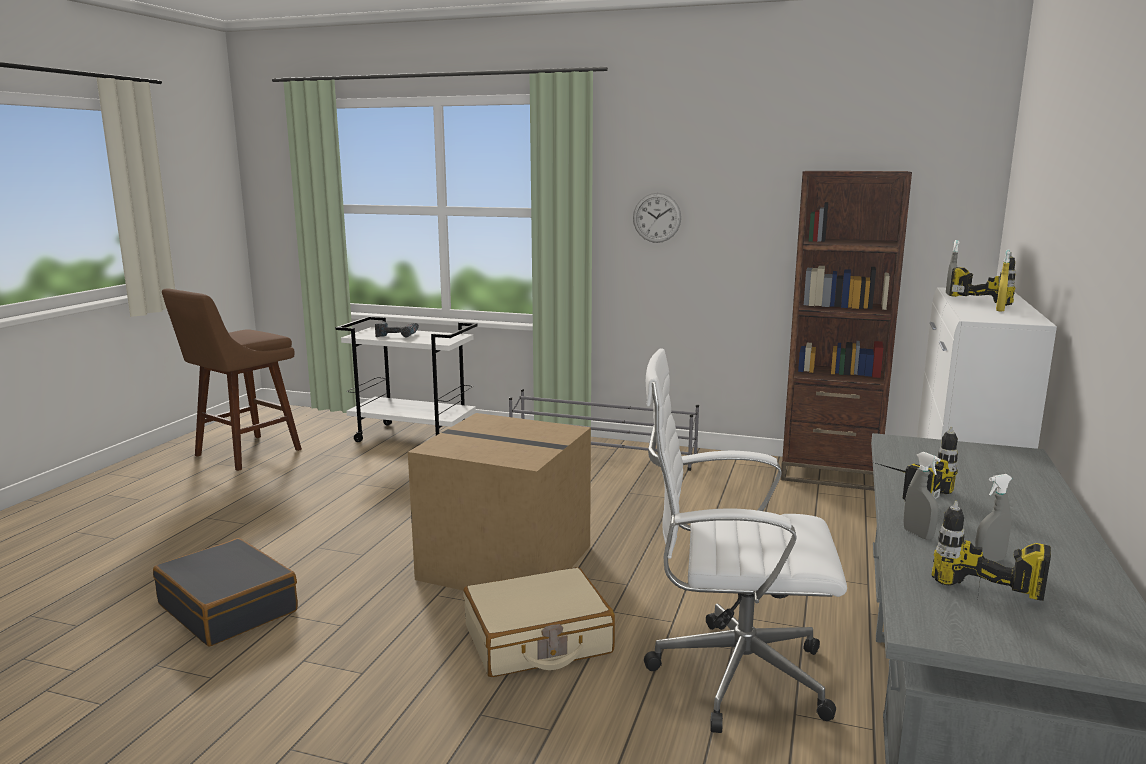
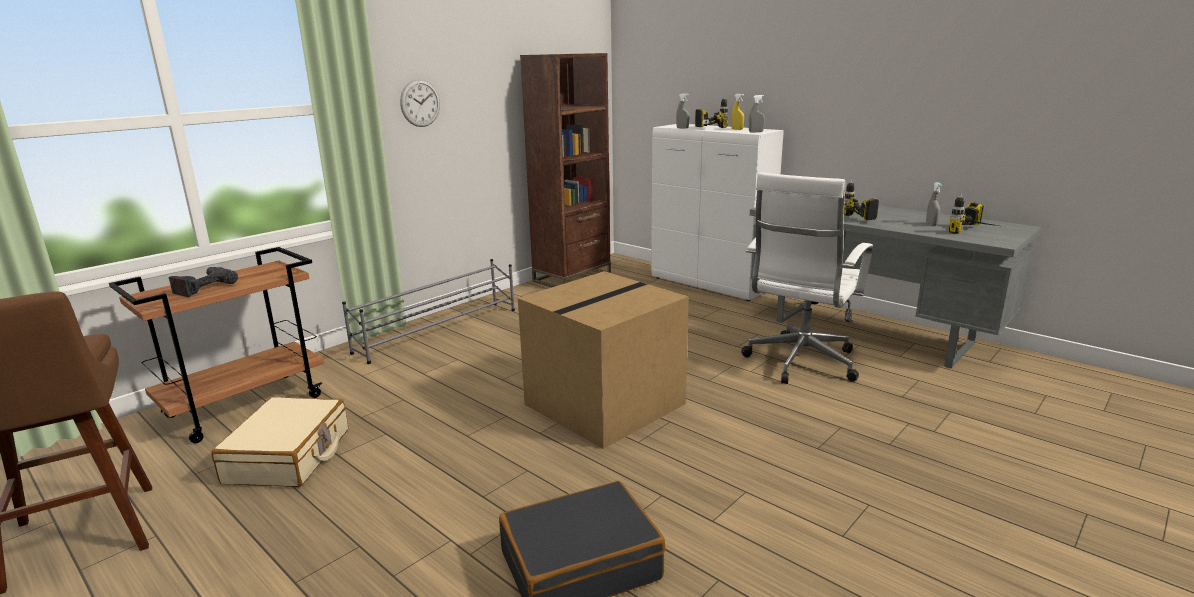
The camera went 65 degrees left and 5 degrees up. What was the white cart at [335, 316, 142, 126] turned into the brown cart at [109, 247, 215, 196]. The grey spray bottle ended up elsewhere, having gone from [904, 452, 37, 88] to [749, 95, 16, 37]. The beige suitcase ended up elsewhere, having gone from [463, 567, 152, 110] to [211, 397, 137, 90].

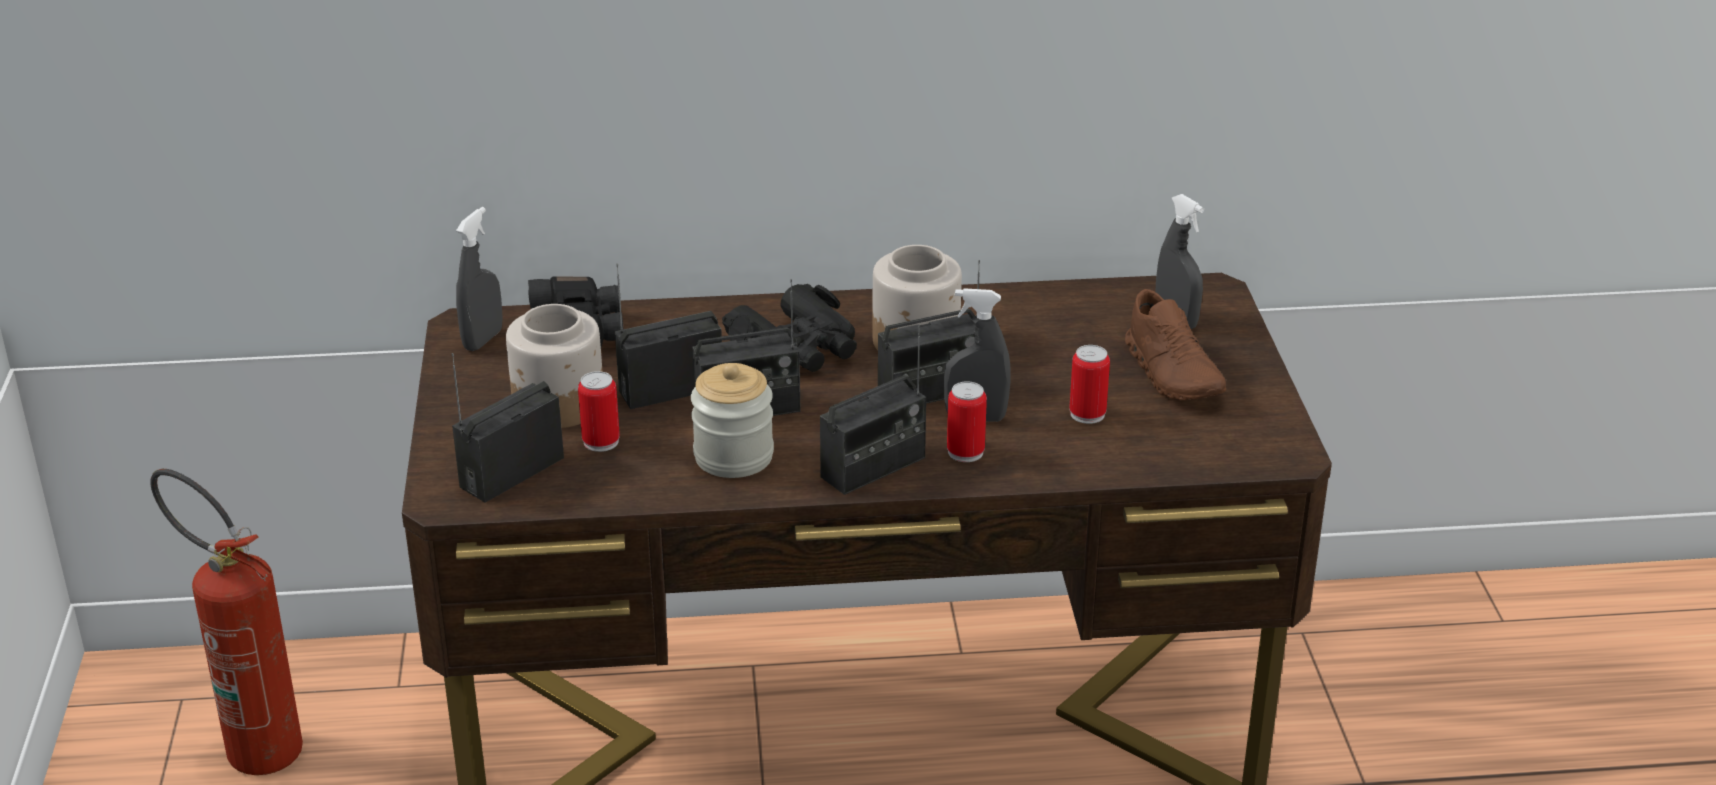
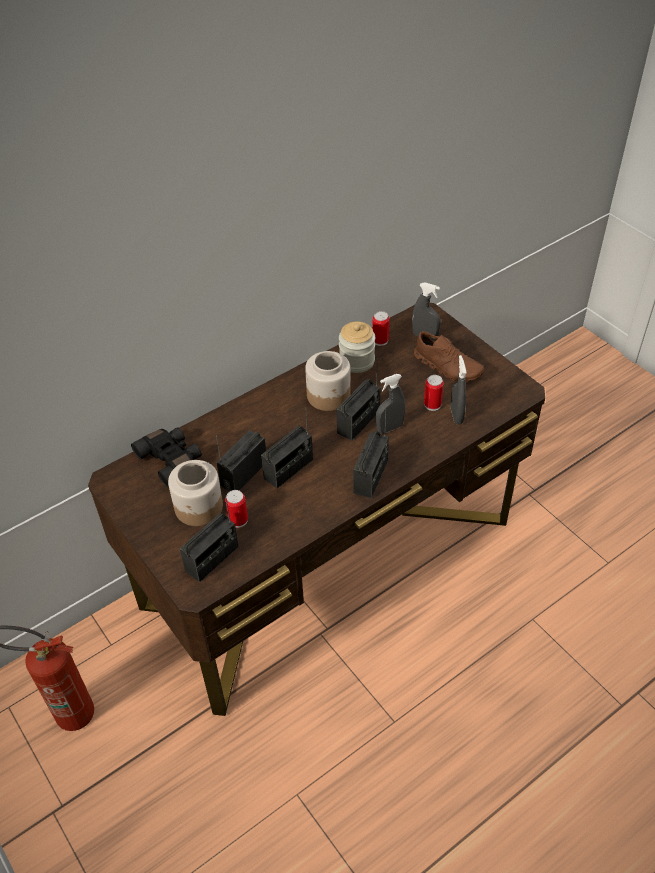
The camera went 30 degrees left and 15 degrees up. The grey spray bottle ended up elsewhere, having gone from [456, 207, 47, 144] to [451, 355, 16, 70]. The second view lost the black binoculars at [722, 284, 135, 88]. The radio at [452, 353, 112, 150] ended up facing another way, 150 degrees counterclockwise from before. The jar ended up elsewhere, having gone from [691, 363, 83, 115] to [339, 322, 36, 51]. The can ended up elsewhere, having gone from [947, 381, 40, 81] to [372, 311, 18, 35].

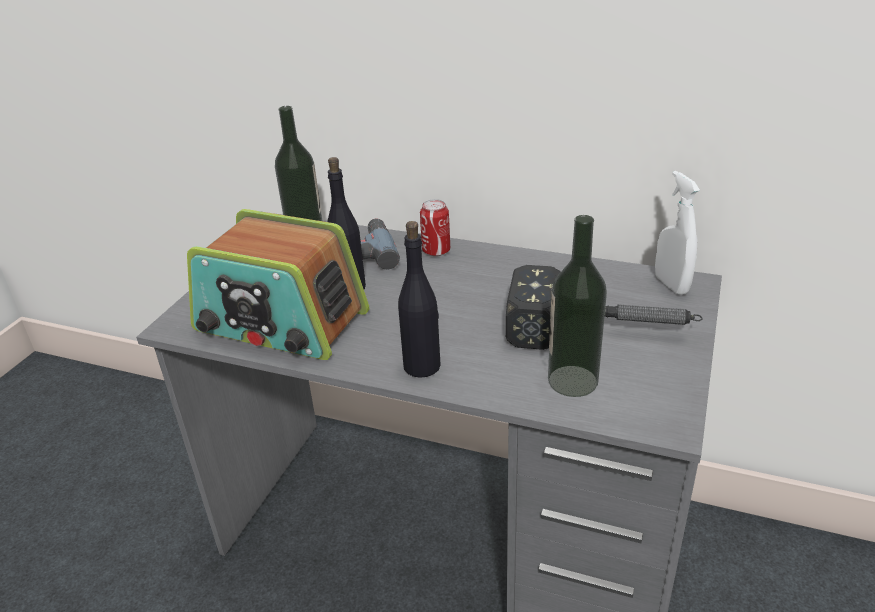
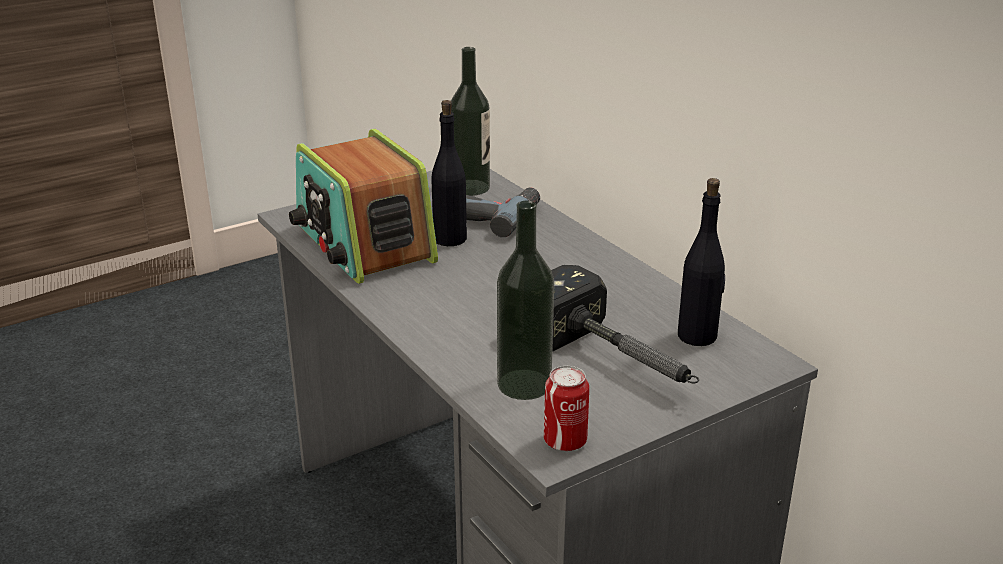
The camera went 35 degrees right and 5 degrees down. The second view lost the white spray bottle at [655, 171, 45, 124]. The can ended up elsewhere, having gone from [420, 199, 30, 57] to [544, 366, 45, 85]. The black bottle ended up elsewhere, having gone from [398, 221, 43, 157] to [678, 178, 47, 168].

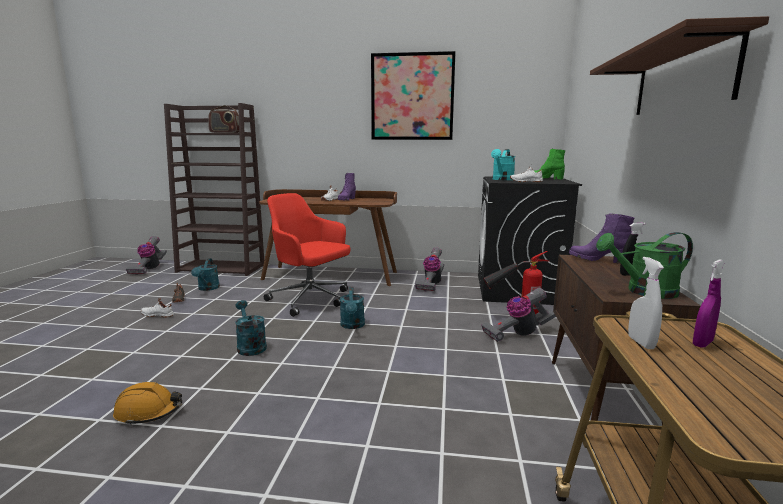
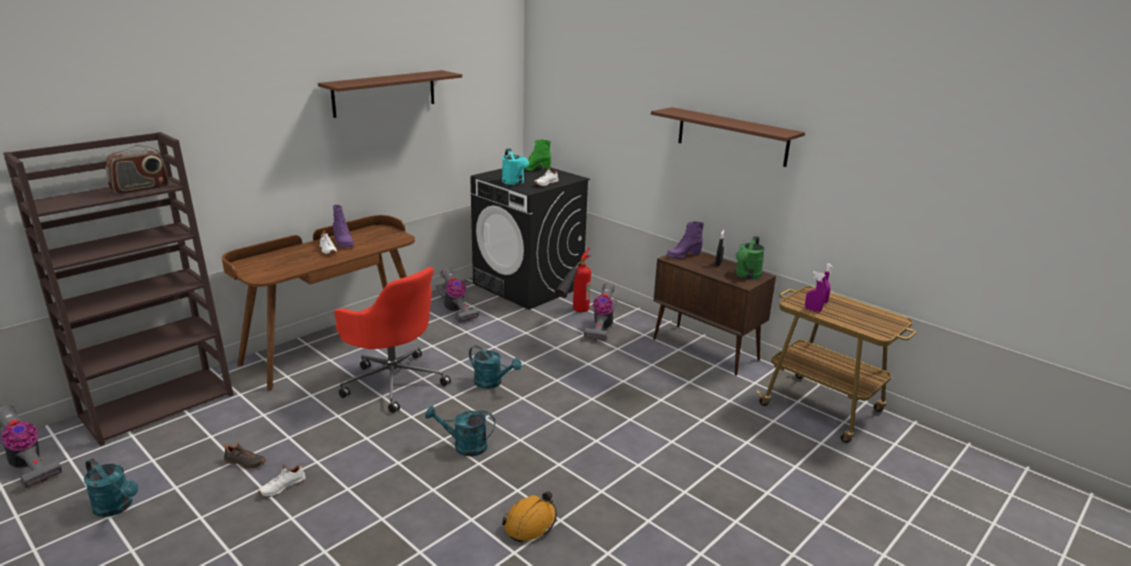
The camera went 55 degrees left and 10 degrees up. Where the picture hung at [371, 51, 85, 89], the brown shelf came to hang at [318, 70, 144, 48]. The red office chair at [264, 193, 86, 124] ended up facing another way, 120 degrees counterclockwise from before. What was the white spray bottle at [628, 257, 36, 92] turned into the purple spray bottle at [805, 271, 20, 41]. The turquoise watering can ended up elsewhere, having gone from [191, 258, 29, 33] to [84, 458, 54, 59].

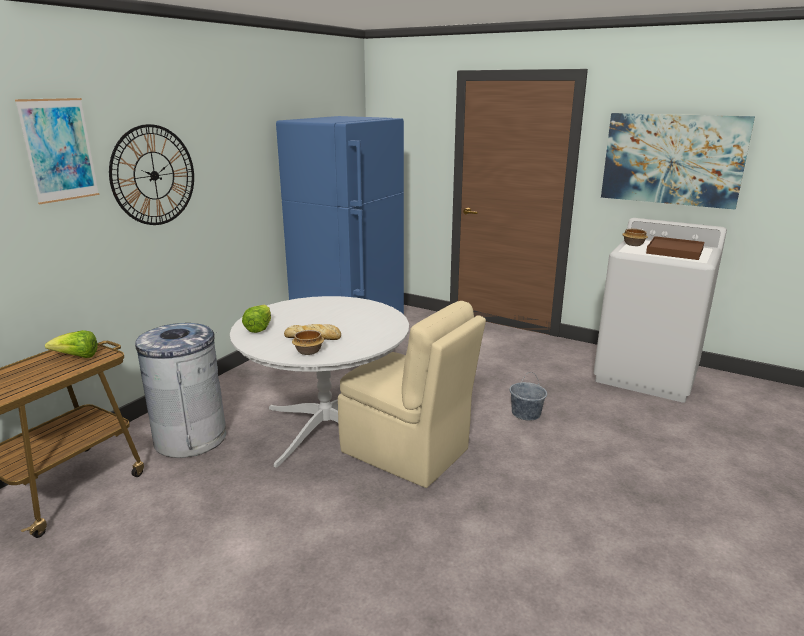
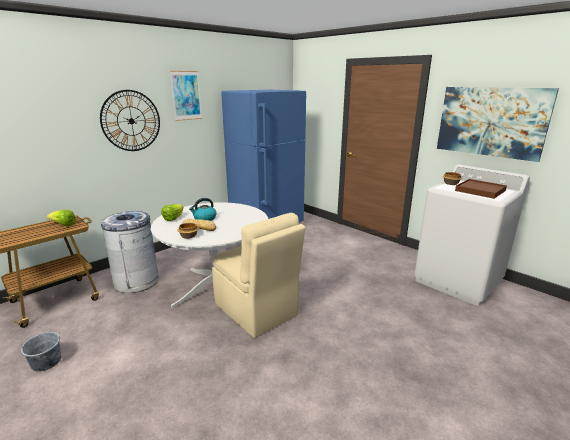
The camera went 15 degrees right and 0 degrees up. The picture ended up elsewhere, having gone from [15, 98, 84, 106] to [170, 71, 32, 50]. The grey bucket ended up elsewhere, having gone from [510, 372, 37, 49] to [21, 327, 41, 45]. The second view gained the kettle at [189, 198, 27, 23].

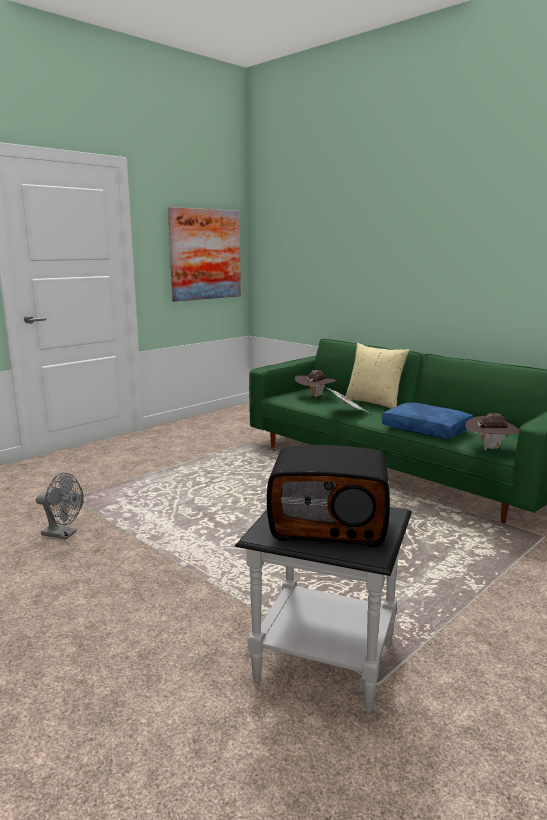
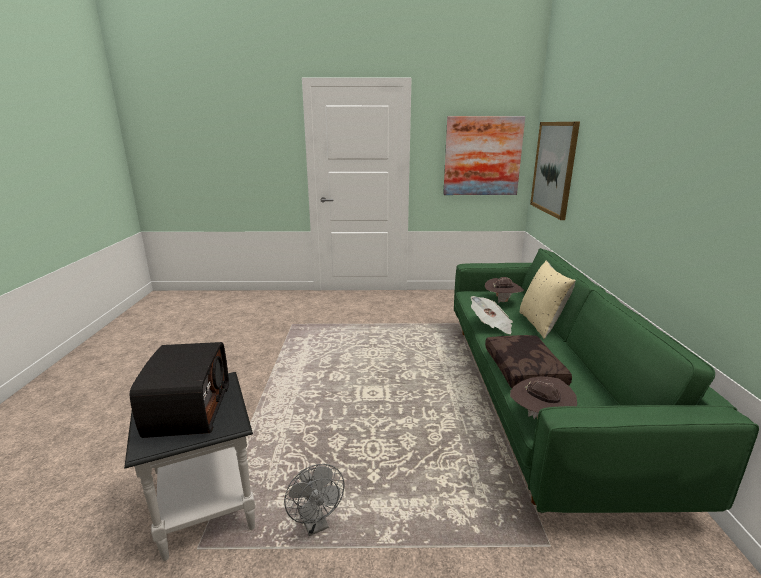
The camera went 45 degrees right and 5 degrees up. What was the blue pillow at [382, 402, 91, 37] turned into the brown pillow at [485, 335, 87, 53]. The radio at [267, 445, 123, 102] ended up facing another way, 150 degrees counterclockwise from before. The grey fan ended up elsewhere, having gone from [36, 473, 48, 66] to [284, 464, 60, 72]. The second view gained the picture at [530, 122, 50, 98].

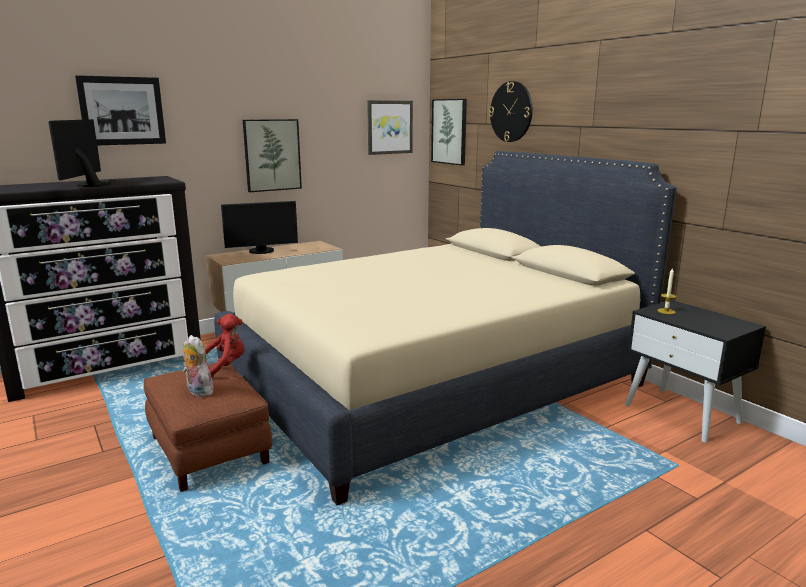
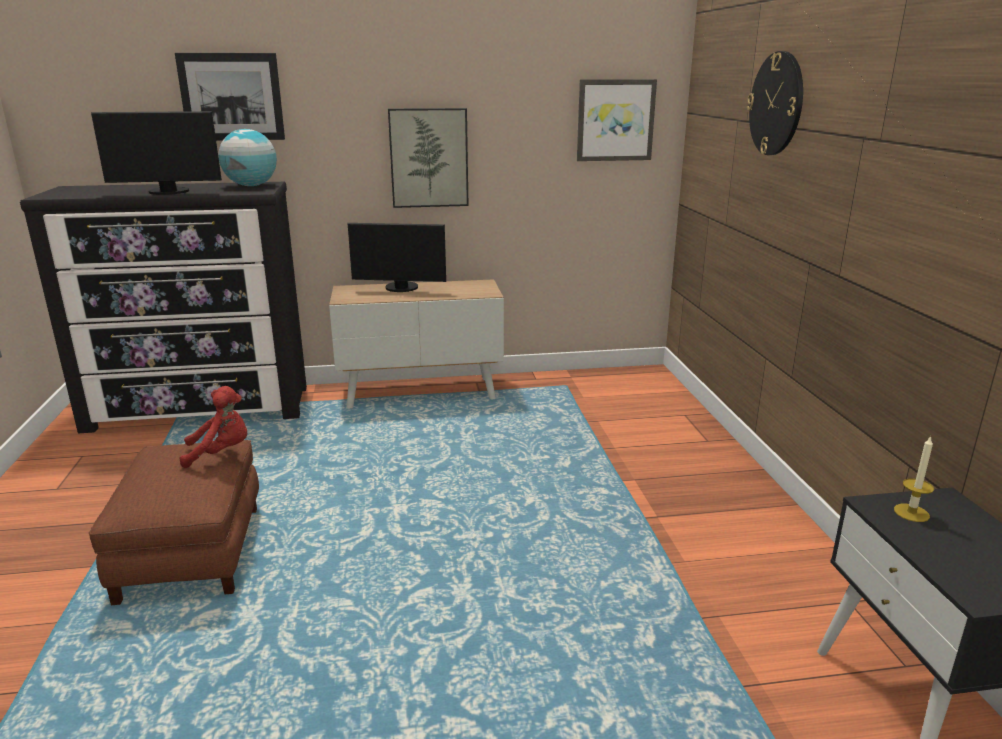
The camera went 25 degrees right and 5 degrees up. The second view lost the picture at [431, 99, 36, 66]. The monitor at [49, 119, 62, 68] ended up facing another way, 120 degrees counterclockwise from before. The second view lost the beige bed at [214, 151, 463, 354]. The second view lost the plush toy at [183, 335, 31, 62]. The second view gained the globe at [218, 129, 59, 57].

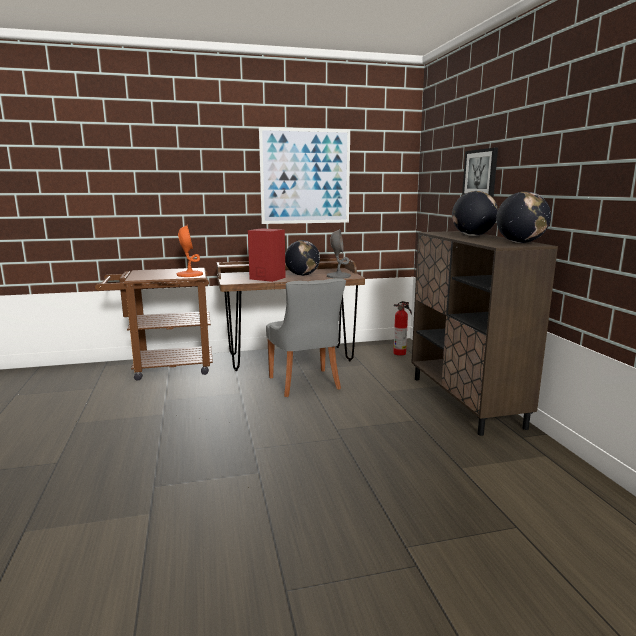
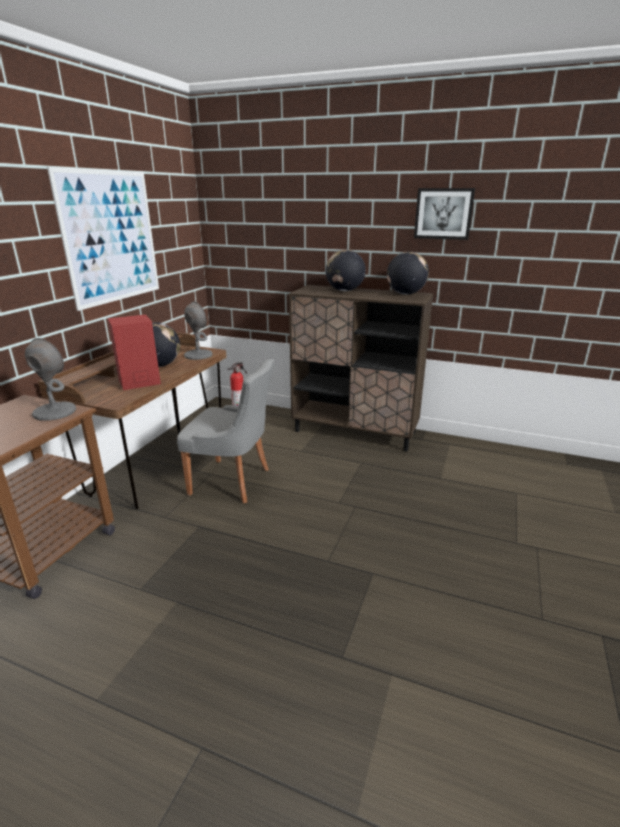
The camera went 55 degrees left and 10 degrees up. The picture ended up elsewhere, having gone from [462, 148, 36, 49] to [414, 188, 61, 52]. What was the orange table lamp at [177, 225, 26, 52] turned into the grey table lamp at [25, 338, 51, 83].

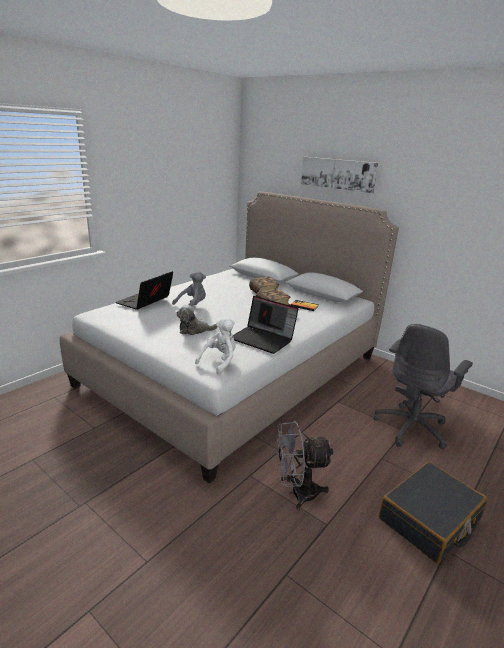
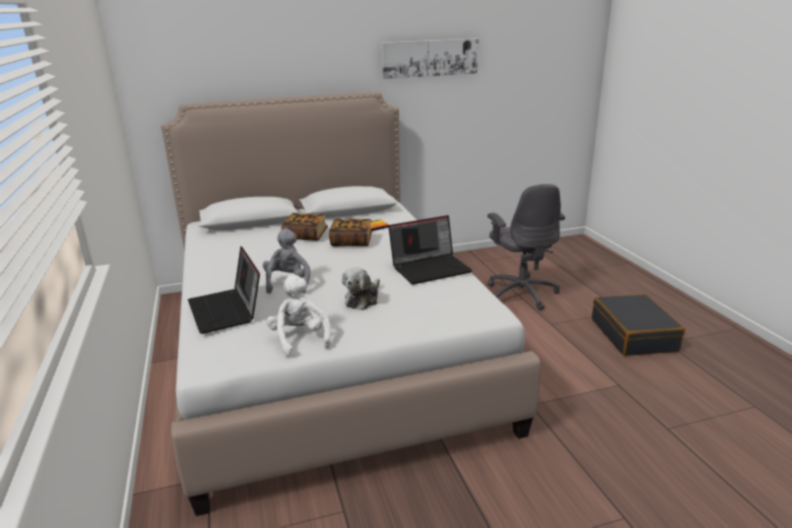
The camera went 55 degrees left and 0 degrees up. The picture ended up elsewhere, having gone from [301, 157, 77, 36] to [382, 38, 97, 41]. The white plush toy ended up elsewhere, having gone from [195, 317, 41, 58] to [266, 275, 65, 81]. The second view lost the grey fan at [276, 421, 57, 89].

